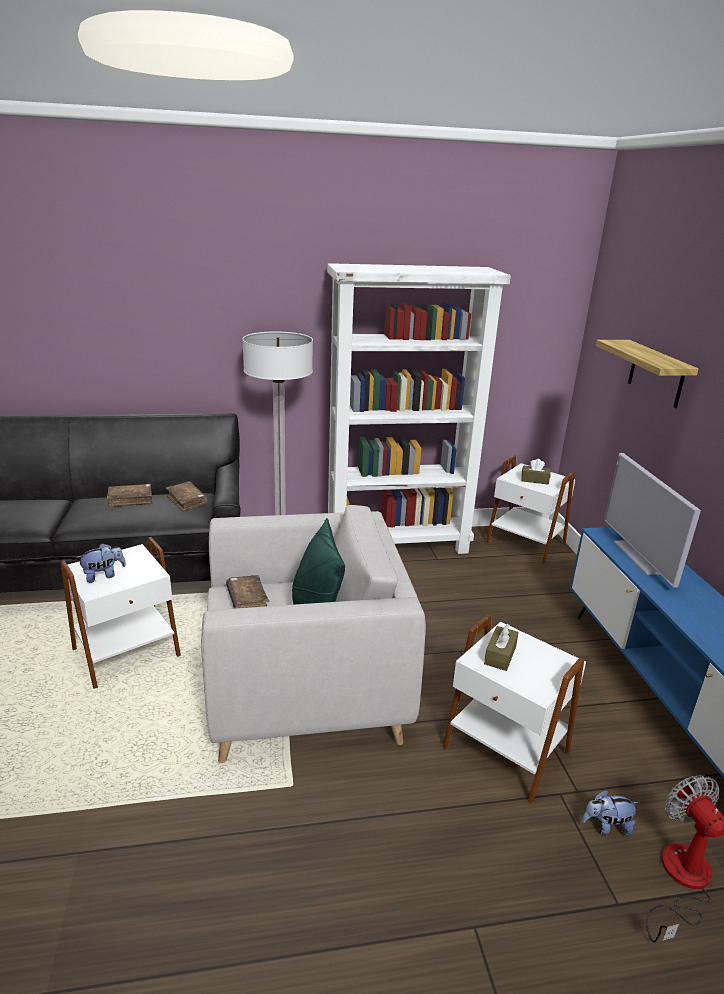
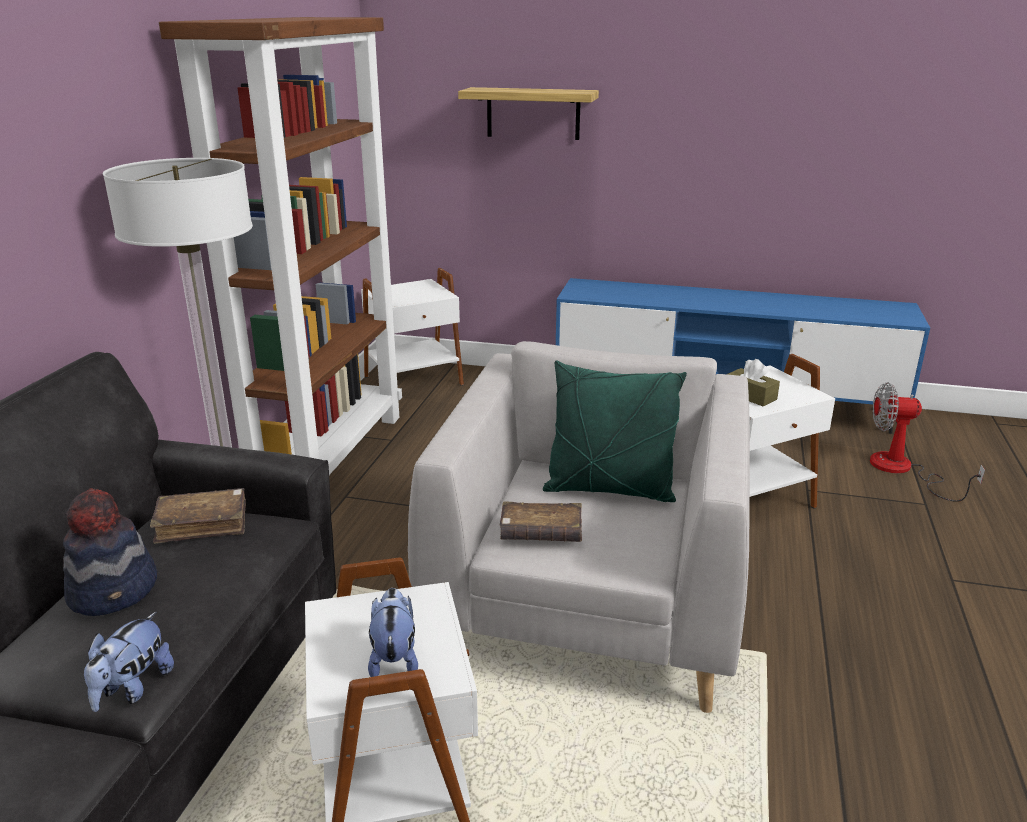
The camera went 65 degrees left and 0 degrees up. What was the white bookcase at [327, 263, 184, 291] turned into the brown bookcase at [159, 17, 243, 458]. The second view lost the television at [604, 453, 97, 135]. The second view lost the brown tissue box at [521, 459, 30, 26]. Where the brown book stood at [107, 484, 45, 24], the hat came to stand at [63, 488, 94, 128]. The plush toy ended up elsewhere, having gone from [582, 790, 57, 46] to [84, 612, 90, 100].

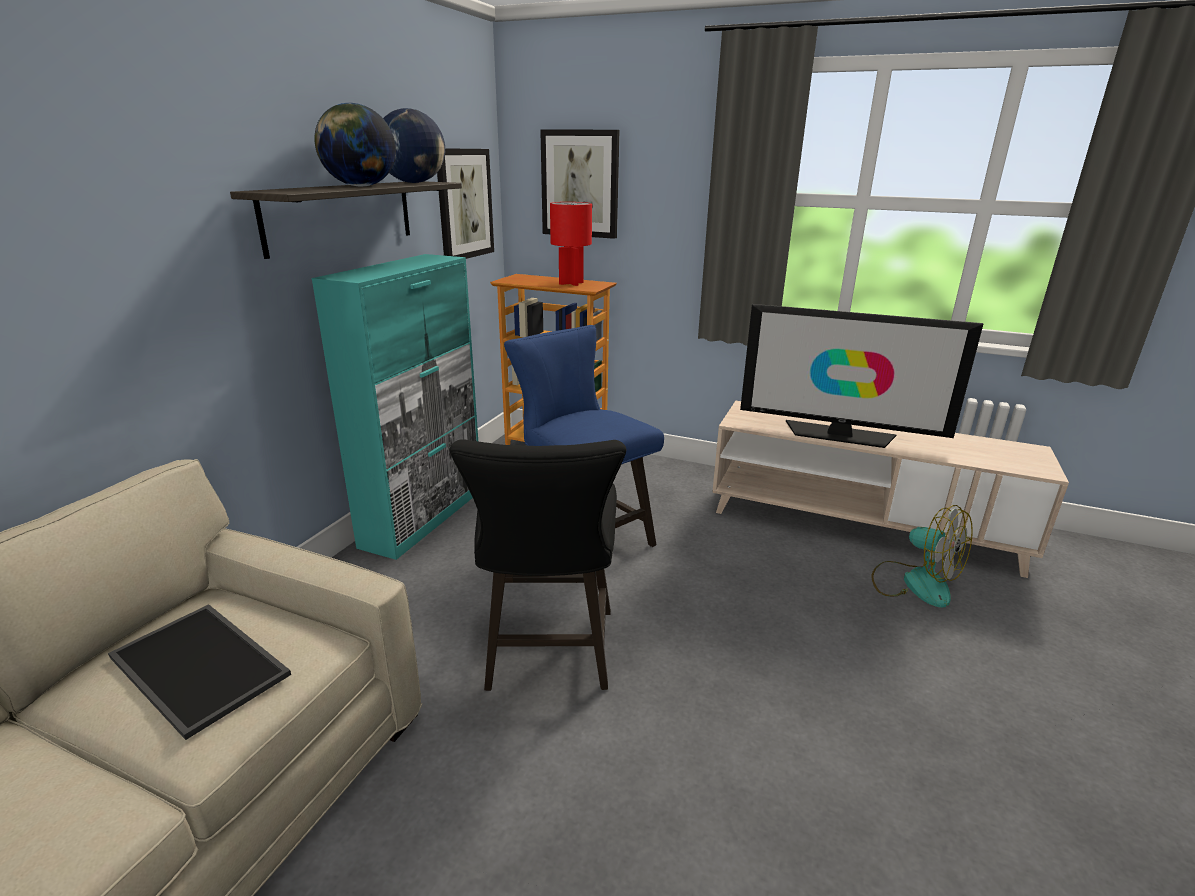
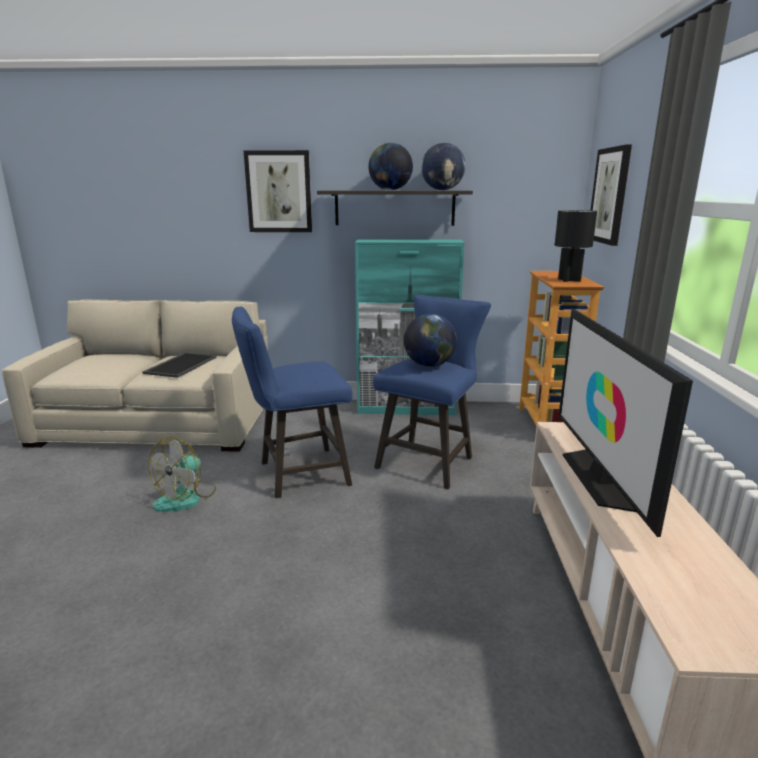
The camera went 70 degrees right and 5 degrees down. The picture ended up elsewhere, having gone from [437, 148, 57, 111] to [244, 150, 68, 82]. What was the red table lamp at [550, 202, 42, 84] turned into the black table lamp at [555, 210, 42, 72]. What was the black stool at [449, 439, 177, 252] turned into the blue stool at [232, 307, 120, 191]. The fan ended up elsewhere, having gone from [871, 505, 102, 103] to [148, 437, 68, 75]. The second view gained the globe at [404, 314, 53, 53].

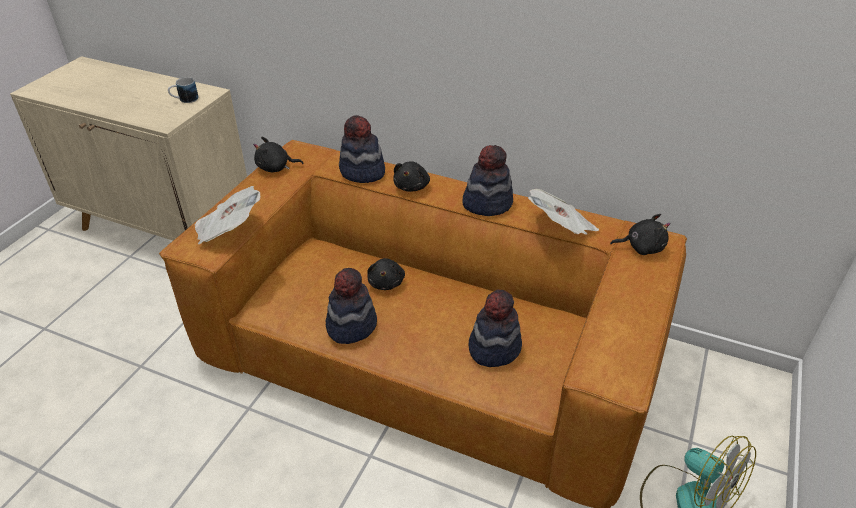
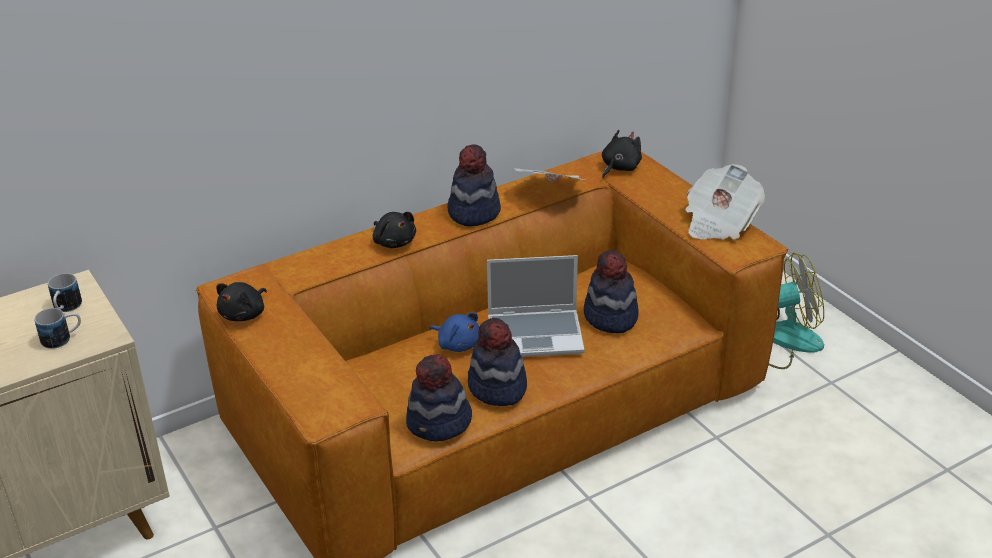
The camera went 55 degrees left and 5 degrees down. The hat ended up elsewhere, having gone from [339, 115, 46, 68] to [406, 354, 66, 88]. The newspaper ended up elsewhere, having gone from [195, 186, 65, 59] to [686, 164, 79, 75]. What was the black plush toy at [367, 258, 38, 32] turned into the blue plush toy at [429, 312, 50, 40]. The second view gained the laptop at [487, 255, 97, 102]. The second view gained the mug at [34, 308, 47, 41].

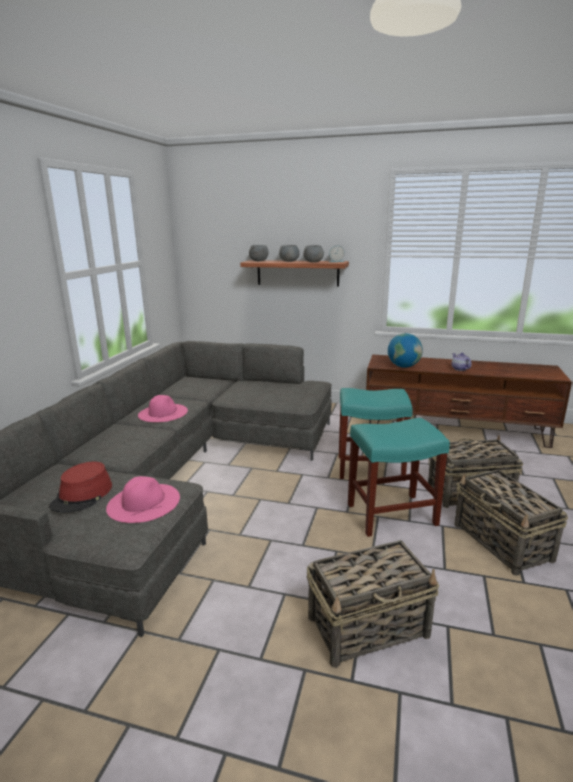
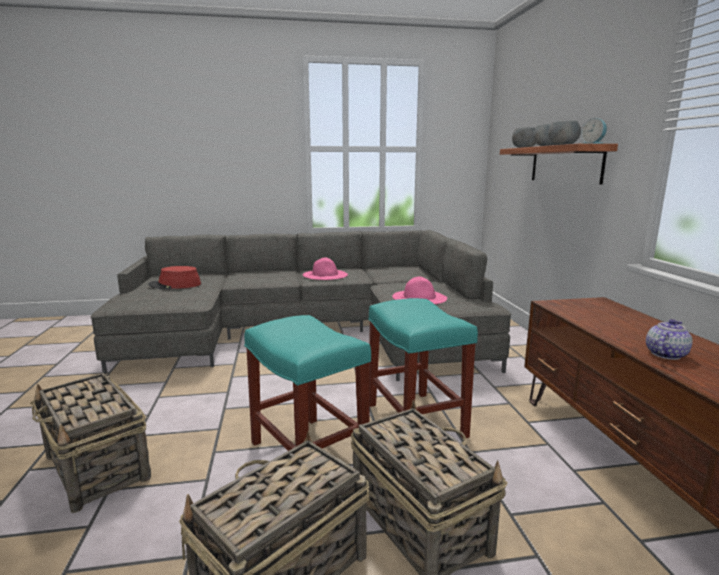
The camera went 65 degrees right and 5 degrees down. The second view lost the globe at [388, 333, 35, 35]. The pink hat ended up elsewhere, having gone from [106, 476, 74, 47] to [392, 277, 55, 27].

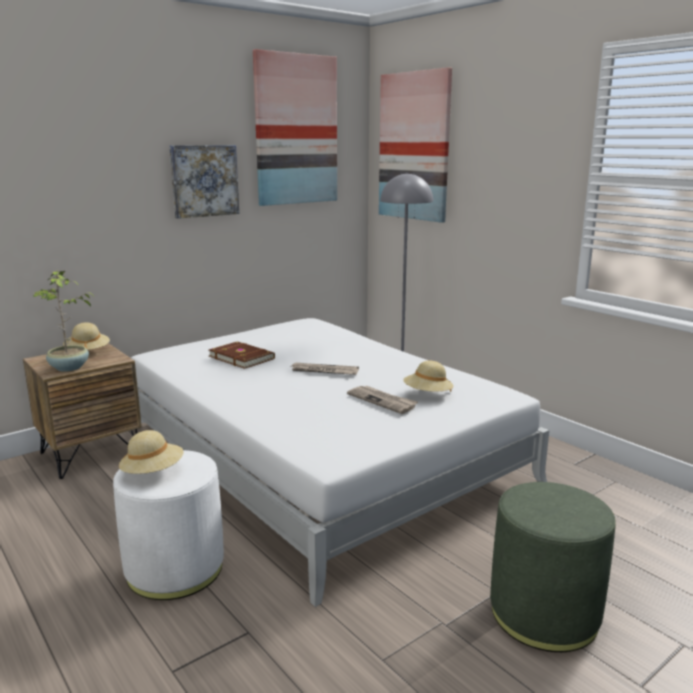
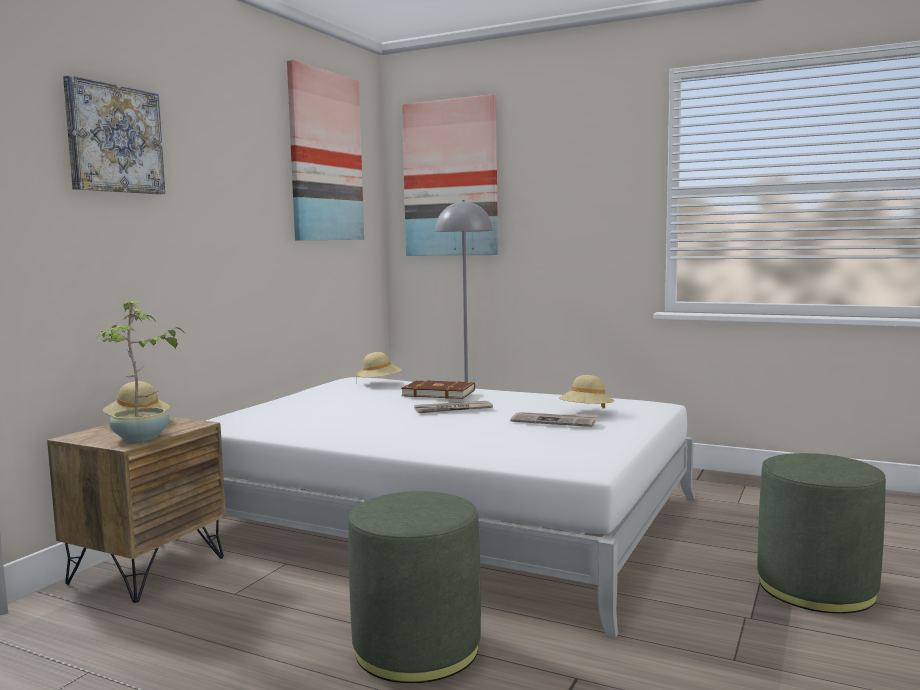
The camera went 25 degrees left and 10 degrees down. The picture ended up elsewhere, having gone from [169, 145, 70, 74] to [63, 75, 102, 119]. The brown book ended up elsewhere, having gone from [209, 341, 66, 28] to [401, 380, 74, 19]. The beige hat ended up elsewhere, having gone from [119, 430, 65, 44] to [356, 352, 46, 30]. What was the white ottoman at [113, 450, 111, 150] turned into the green ottoman at [348, 491, 133, 192].

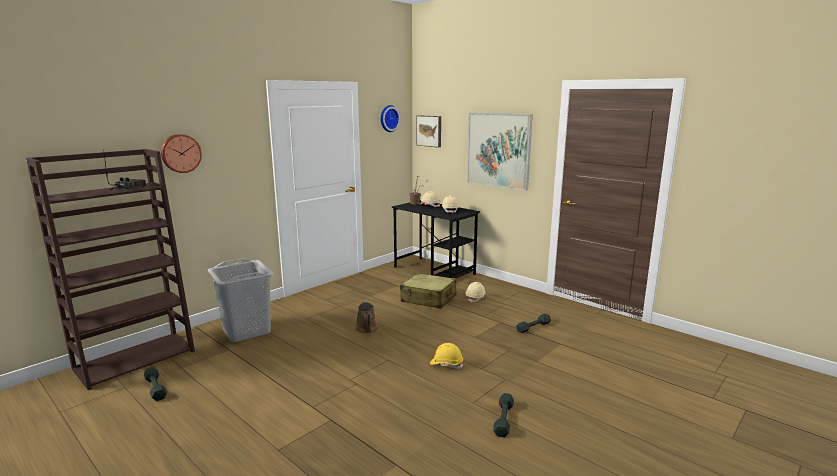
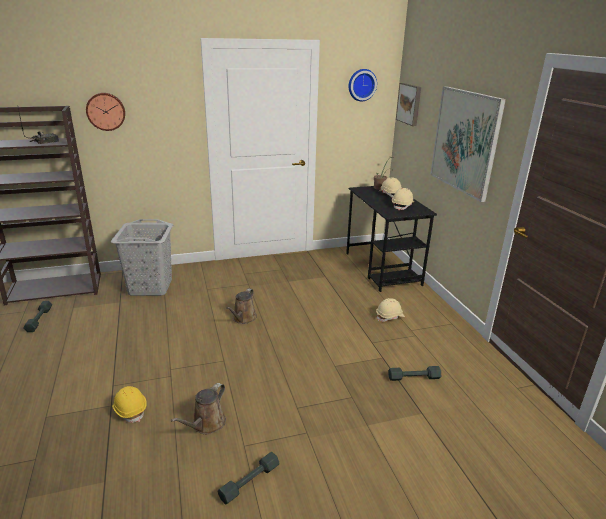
The camera went 30 degrees right and 10 degrees up. The second view lost the beige suitcase at [400, 273, 56, 36]. The yellow hard hat ended up elsewhere, having gone from [430, 343, 33, 26] to [112, 386, 35, 37]. The second view gained the brown watering can at [171, 383, 55, 51].

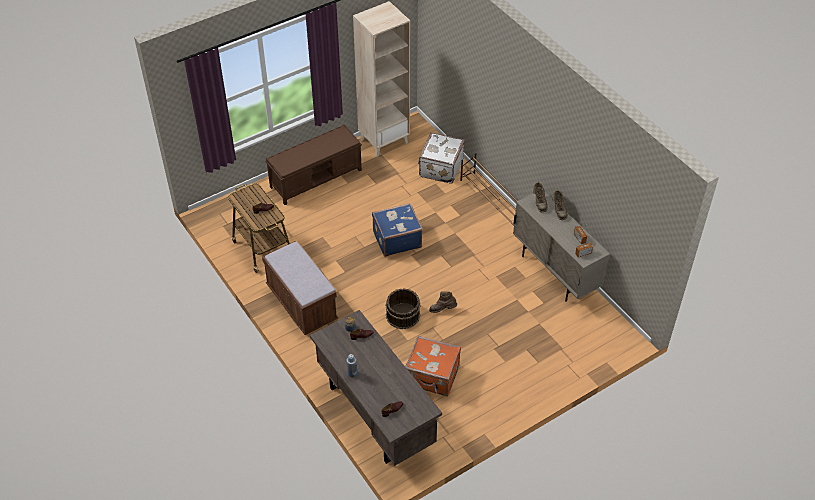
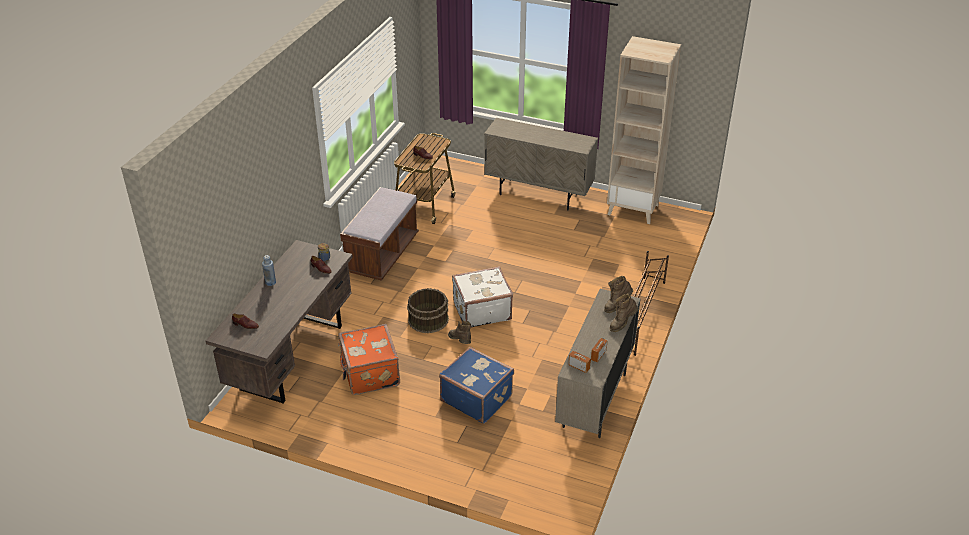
The camera went 55 degrees right and 10 degrees down. Where the brown bench stood at [265, 124, 97, 81], the beige cabinet came to stand at [484, 118, 114, 92]. The white suitcase ended up elsewhere, having gone from [418, 132, 47, 52] to [452, 266, 61, 61]. The blue suitcase ended up elsewhere, having gone from [372, 203, 51, 54] to [439, 346, 75, 78].

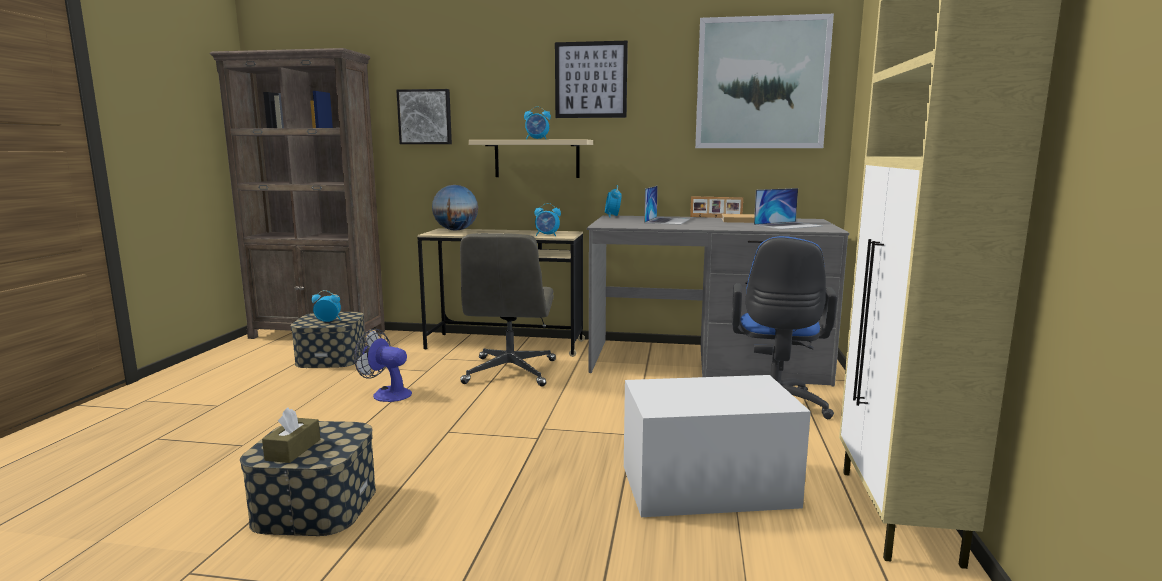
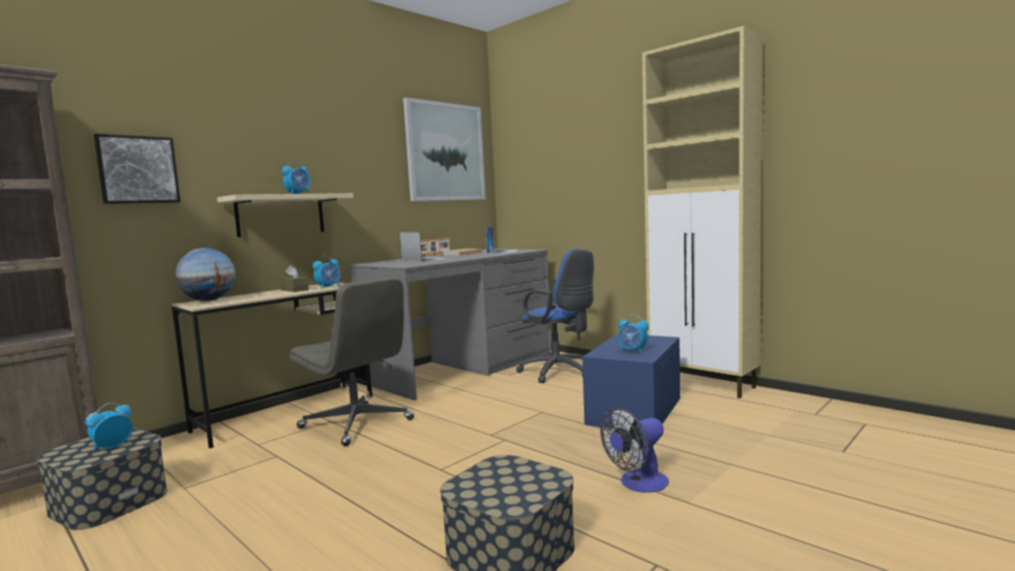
The camera went 55 degrees left and 5 degrees down. The second view lost the picture at [555, 41, 73, 77]. The alarm clock ended up elsewhere, having gone from [605, 185, 17, 32] to [618, 315, 31, 39]. The fan ended up elsewhere, having gone from [354, 329, 58, 73] to [600, 407, 69, 86]. What was the white storage box at [624, 375, 187, 142] turned into the blue storage box at [582, 333, 98, 96]. The brown tissue box ended up elsewhere, having gone from [262, 407, 58, 56] to [280, 265, 29, 27].

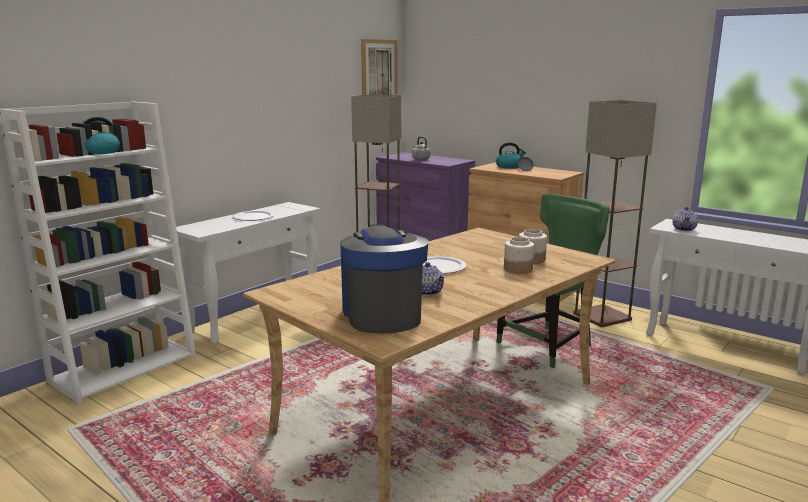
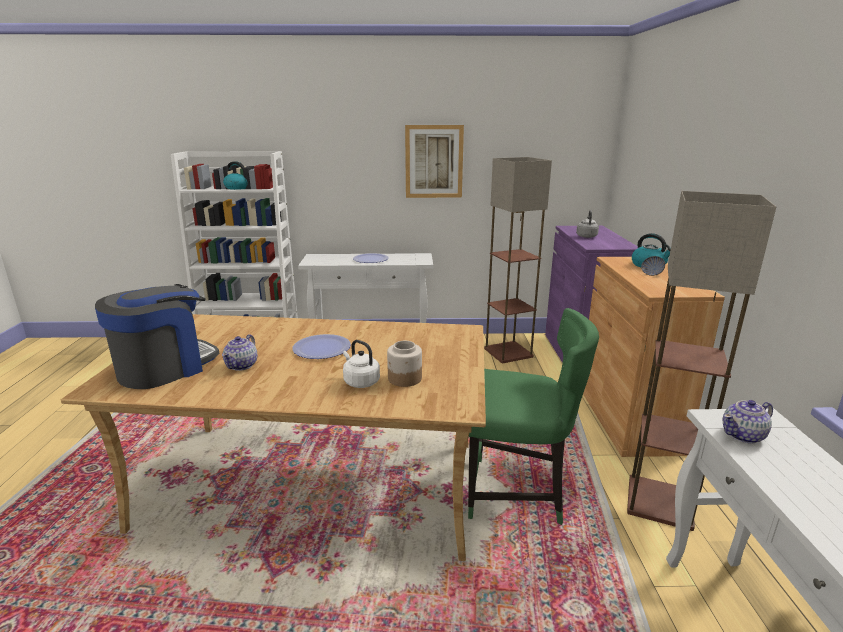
The camera went 50 degrees right and 5 degrees up. The picture ended up elsewhere, having gone from [361, 39, 37, 56] to [405, 125, 59, 73]. Where the jar stood at [504, 237, 30, 37], the white kettle came to stand at [343, 340, 37, 48].

